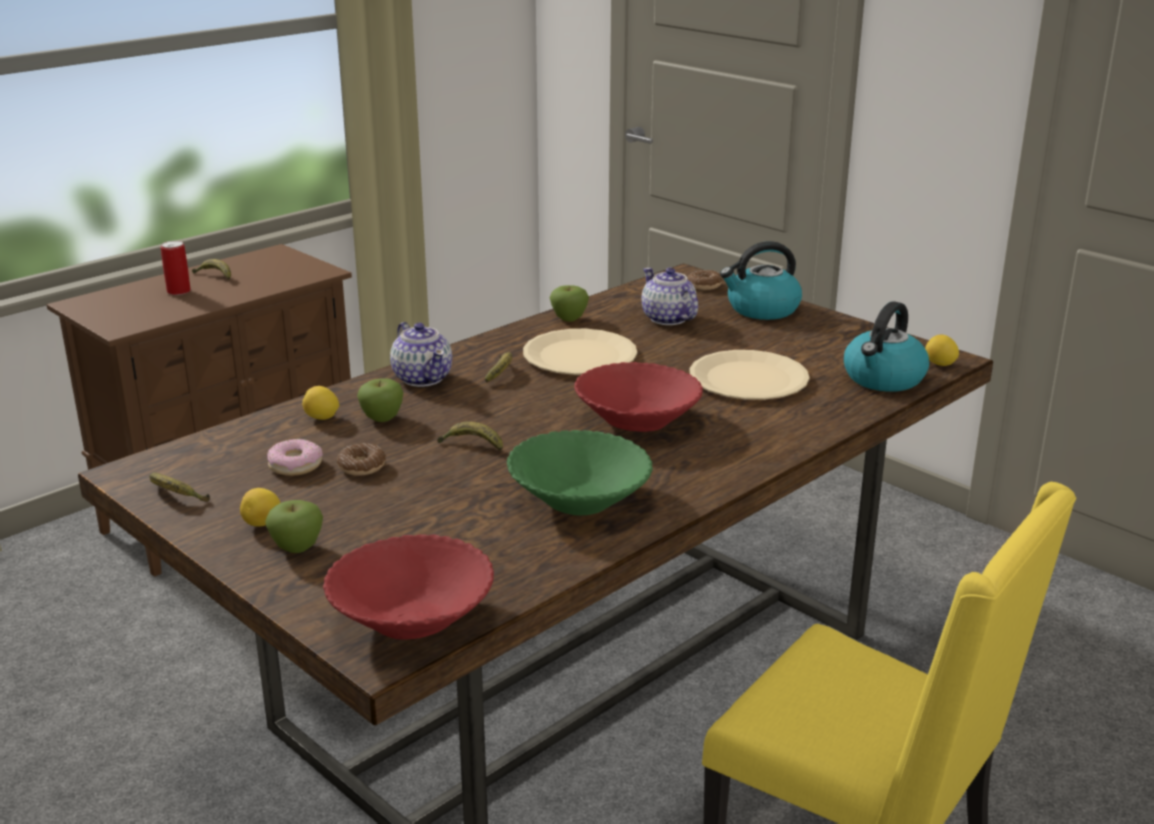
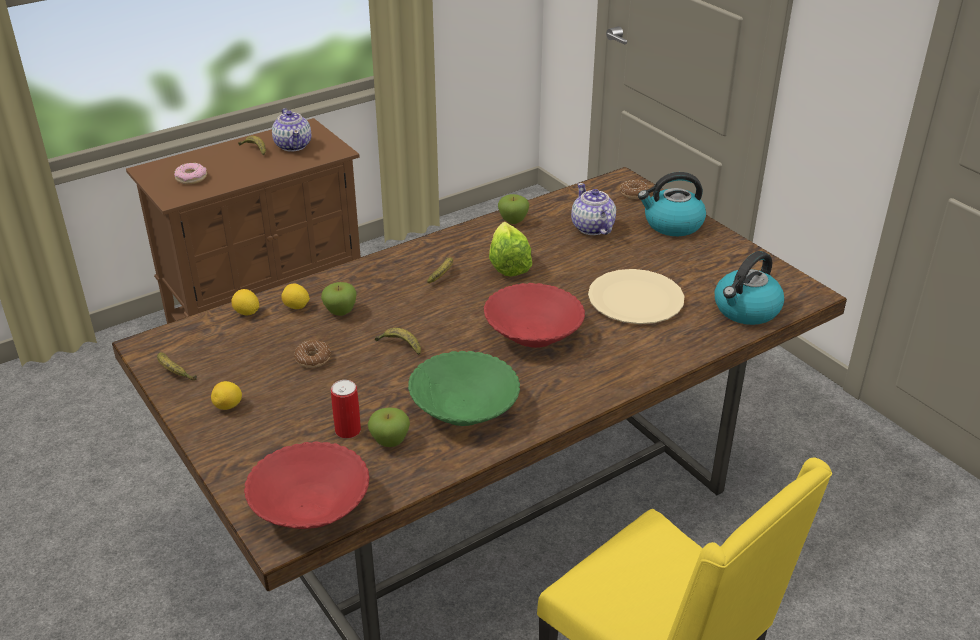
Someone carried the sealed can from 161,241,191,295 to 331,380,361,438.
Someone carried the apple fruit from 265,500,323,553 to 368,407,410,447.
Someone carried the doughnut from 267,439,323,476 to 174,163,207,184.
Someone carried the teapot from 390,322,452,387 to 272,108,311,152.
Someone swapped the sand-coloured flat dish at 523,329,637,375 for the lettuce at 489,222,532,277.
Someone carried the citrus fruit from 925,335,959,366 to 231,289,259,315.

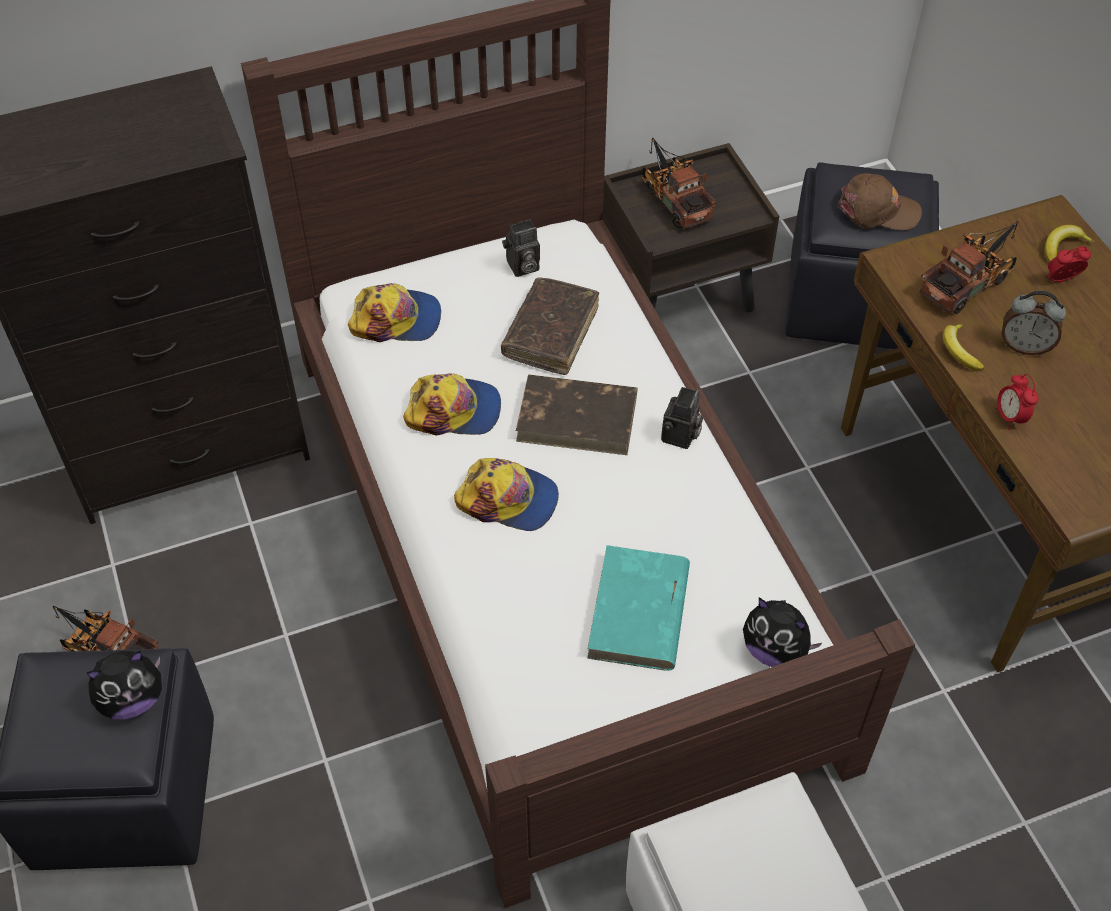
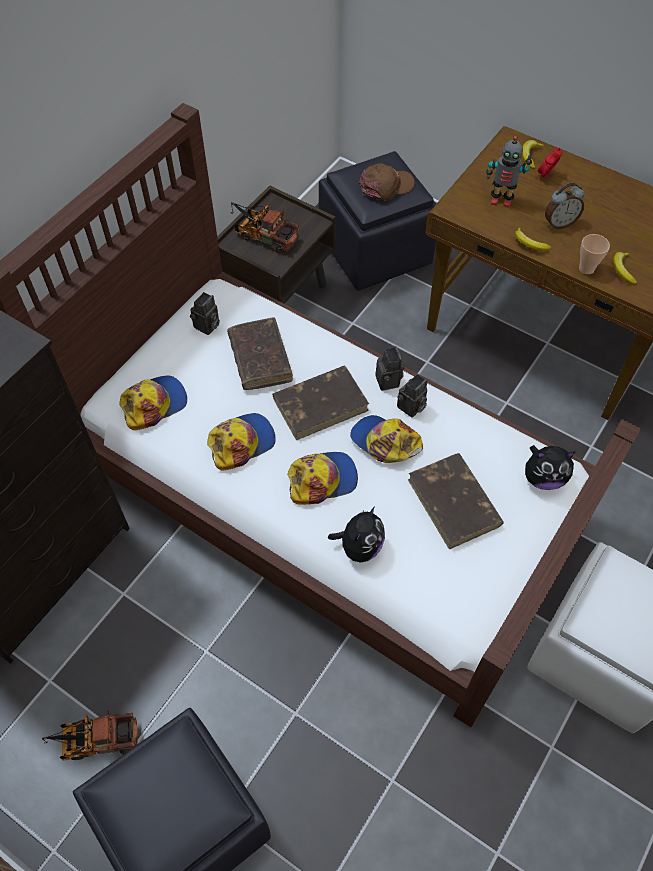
Someone carried the cuddly toy from 87,651,162,719 to 328,507,385,563.
Someone repainted the blue-green bound book at 587,545,690,671, which became the brownish bound book at 408,453,504,550.
Someone swapped the toy lorry at 919,221,1018,314 for the robot figure at 486,136,532,208.
Someone swapped the alarm clock at 995,374,1039,430 for the drinking cup at 579,234,610,274.
Someone put down the peaked cap at 350,415,423,463.
Someone put down the photo camera at 397,374,427,417.
Someone put down the banana fruit at 613,252,637,285.

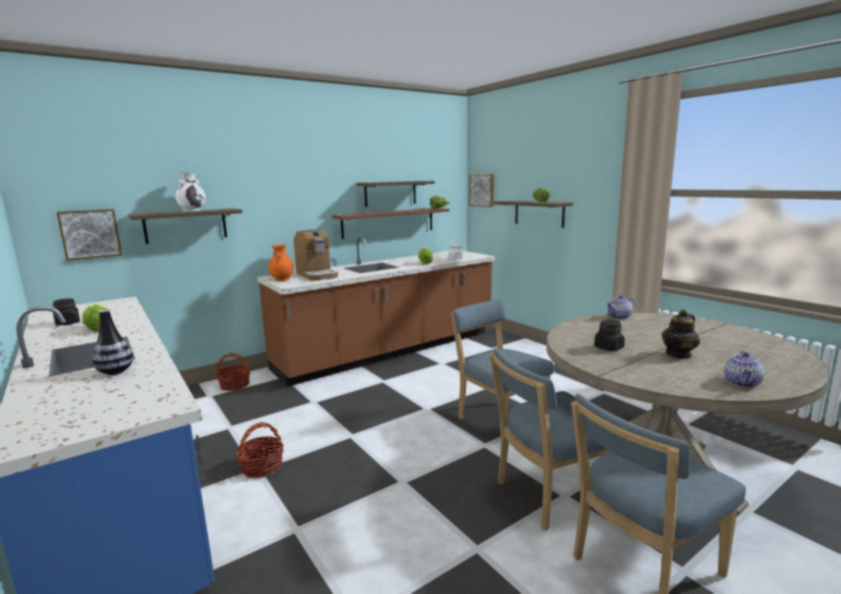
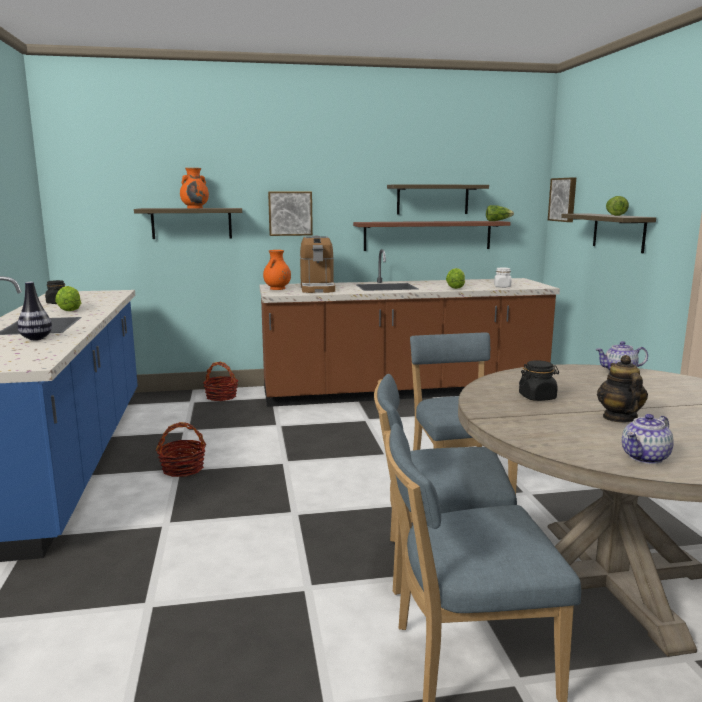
Someone carried the wall picture from 57,209,122,261 to 268,192,313,236.
Someone repainted the whitish decorative vase at 176,172,206,212, which became the orange-coloured decorative vase at 180,168,209,208.
Someone rotated the teapot at 662,309,700,359 by 105 degrees clockwise.

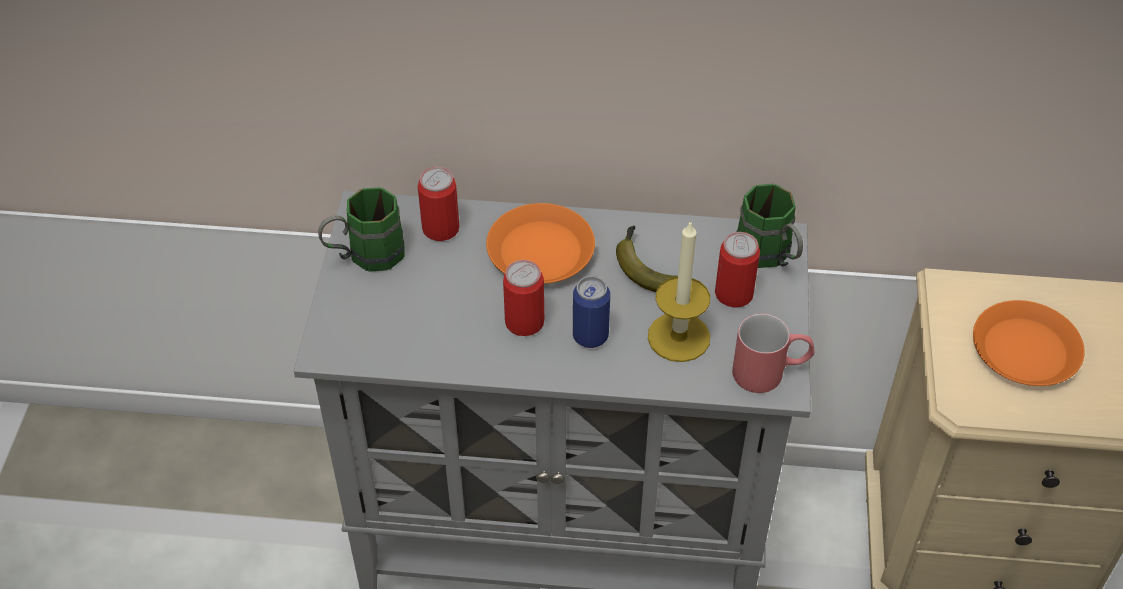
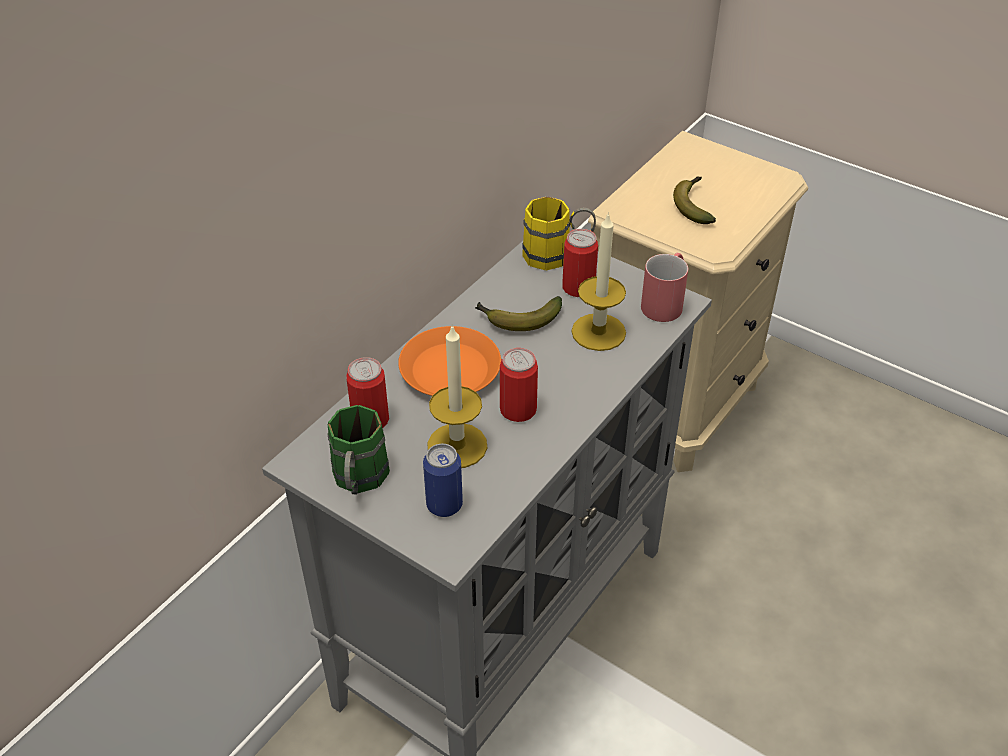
Someone carried the sealed can from 573,276,610,348 to 423,444,463,517.
Someone repainted the green-coloured mug at 737,184,803,268, which became the yellowish mug at 522,197,596,270.
Someone swapped the orange-coloured flat dish at 973,300,1085,386 for the banana fruit at 673,176,716,224.
Someone put down the wax light at 427,325,487,468.

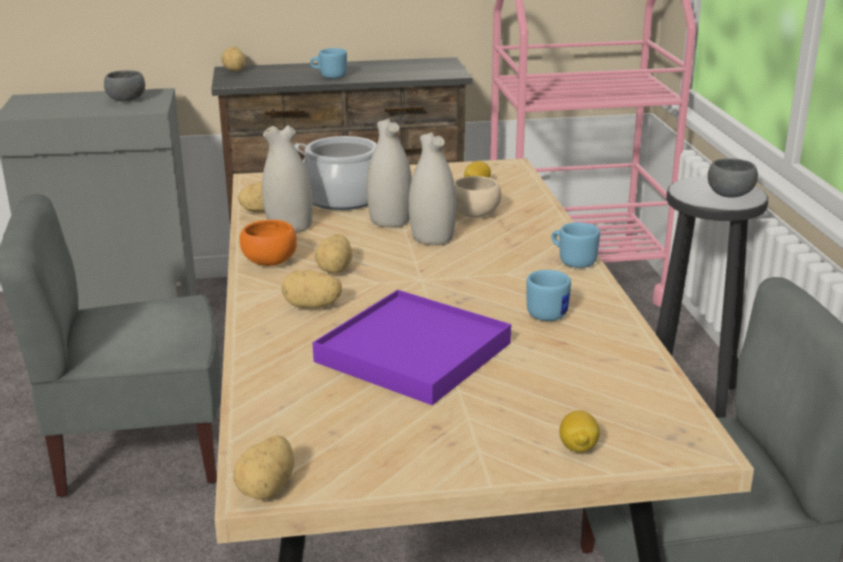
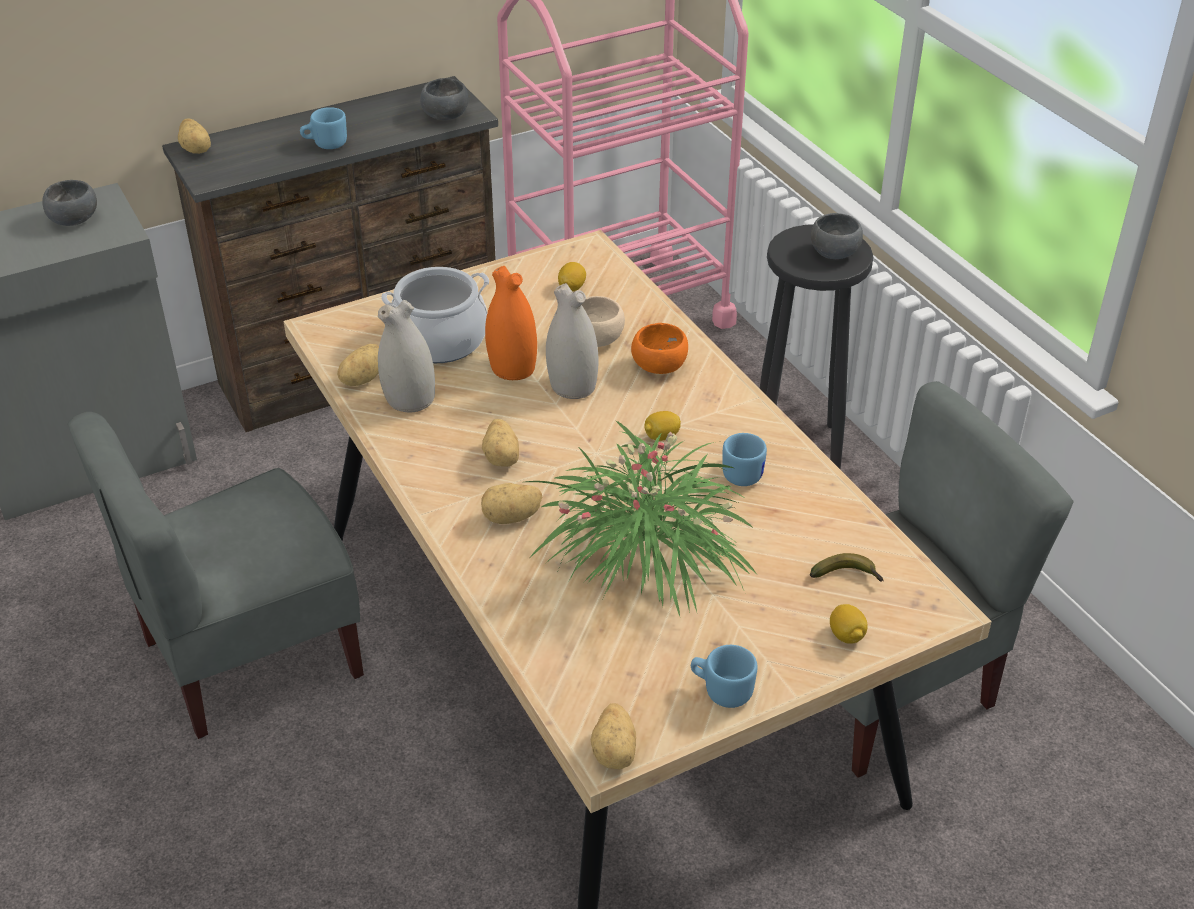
Someone carried the orange-coloured deep dish from 240,220,297,266 to 631,323,688,374.
Someone swapped the purple-coloured carrying tray at 313,290,511,405 for the potted plant at 526,420,757,616.
Someone repainted the whitish decorative vase at 366,119,412,228, which became the orange-coloured decorative vase at 485,266,537,380.
Someone carried the blue-coloured mug from 552,222,600,268 to 691,645,758,708.
Someone put down the gray deep dish at 420,78,469,120.
Someone put down the citrus fruit at 644,411,681,441.
Someone put down the banana fruit at 810,553,884,582.

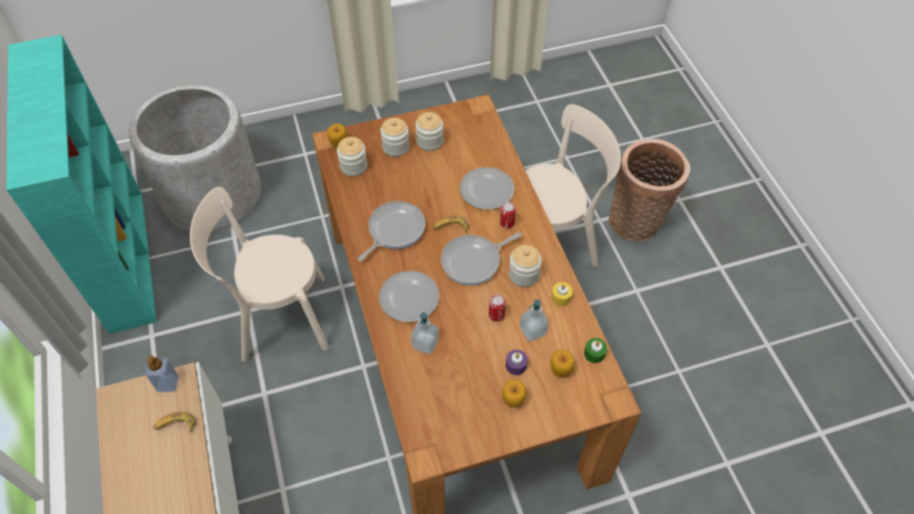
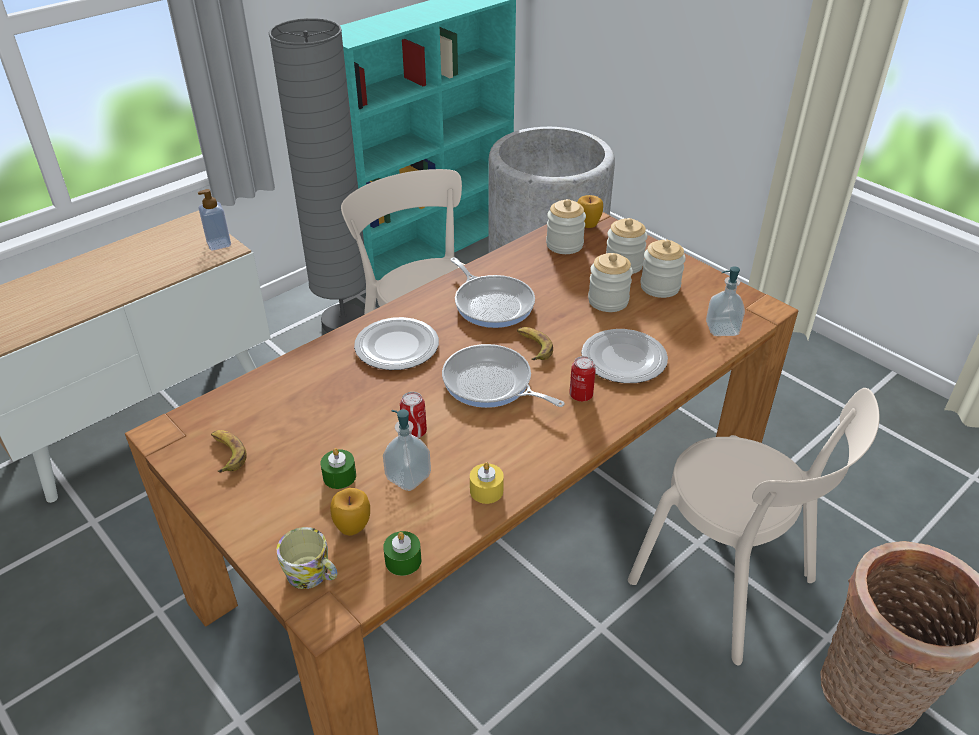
Someone carried the banana fruit from 153,412,196,432 to 211,430,247,473.
Someone rotated the pan at 358,201,426,261 by 45 degrees clockwise.
Someone carried the soap dispenser from 411,313,439,354 to 706,266,745,336.
Someone took away the apple fruit at 502,380,527,407.
Someone repainted the purple-coloured wax light at 506,350,528,375, which became the green-coloured wax light at 321,448,356,489.
Someone carried the storage jar from 509,245,542,287 to 588,253,633,312.
Someone put down the gray standard lamp at 269,18,366,333.
Someone put down the mug at 277,527,338,589.

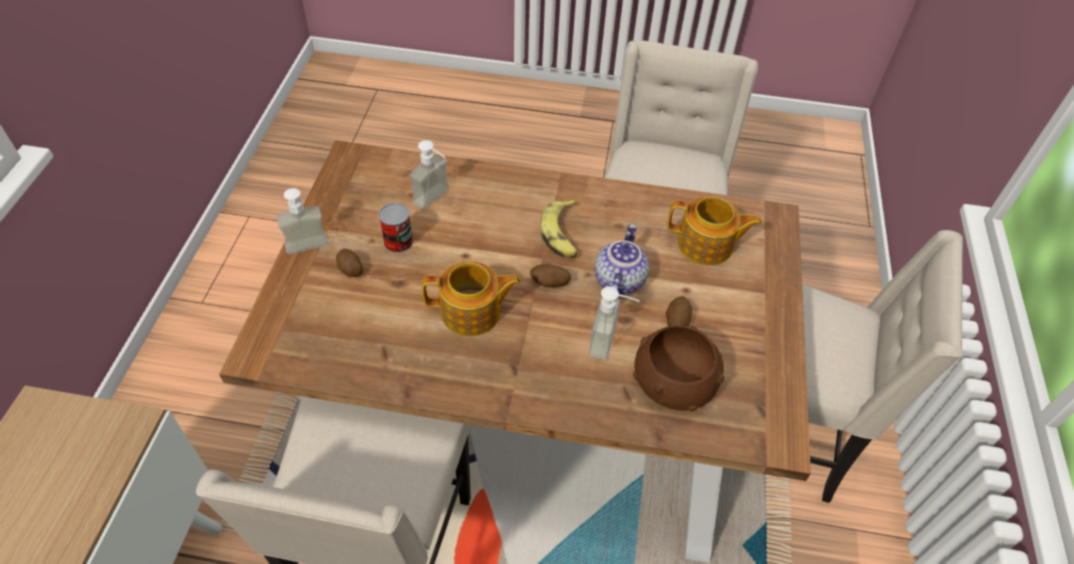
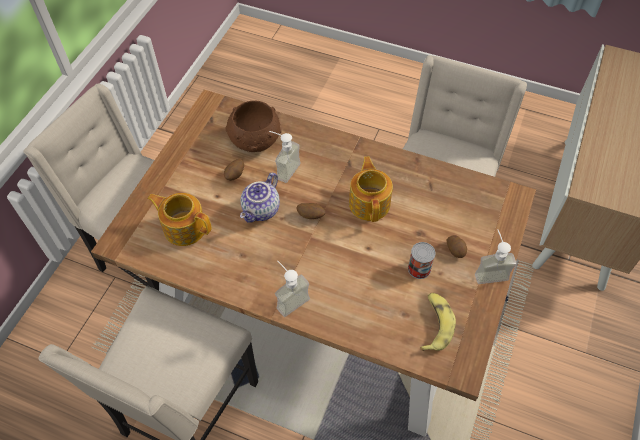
Someone carried the soap dispenser from 409,140,449,210 to 275,260,310,317.
Someone rotated the teapot at 422,261,521,336 by 75 degrees clockwise.
Someone carried the banana fruit from 541,200,578,258 to 420,293,456,351.

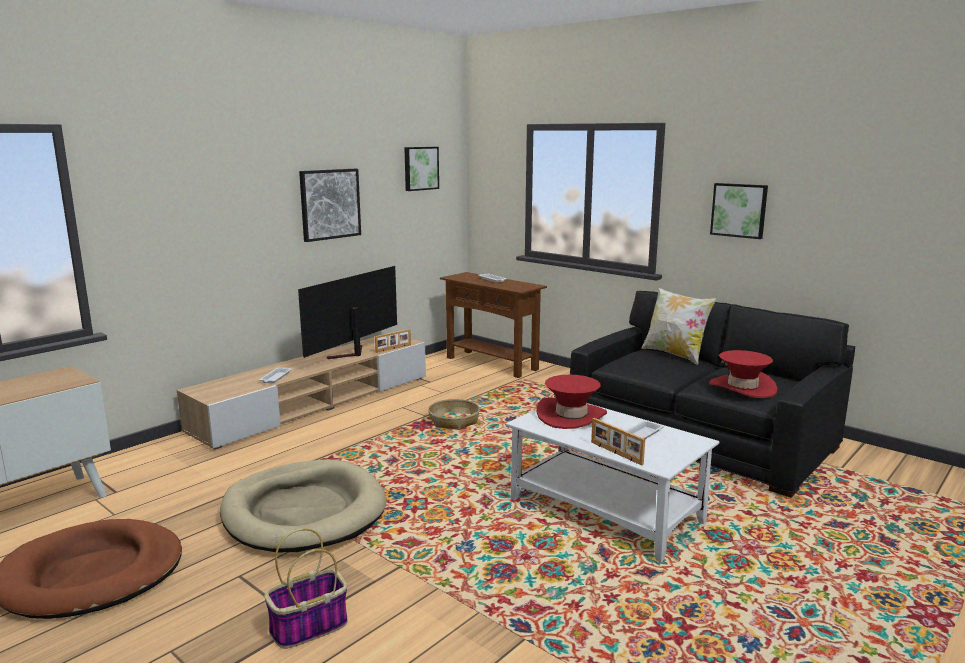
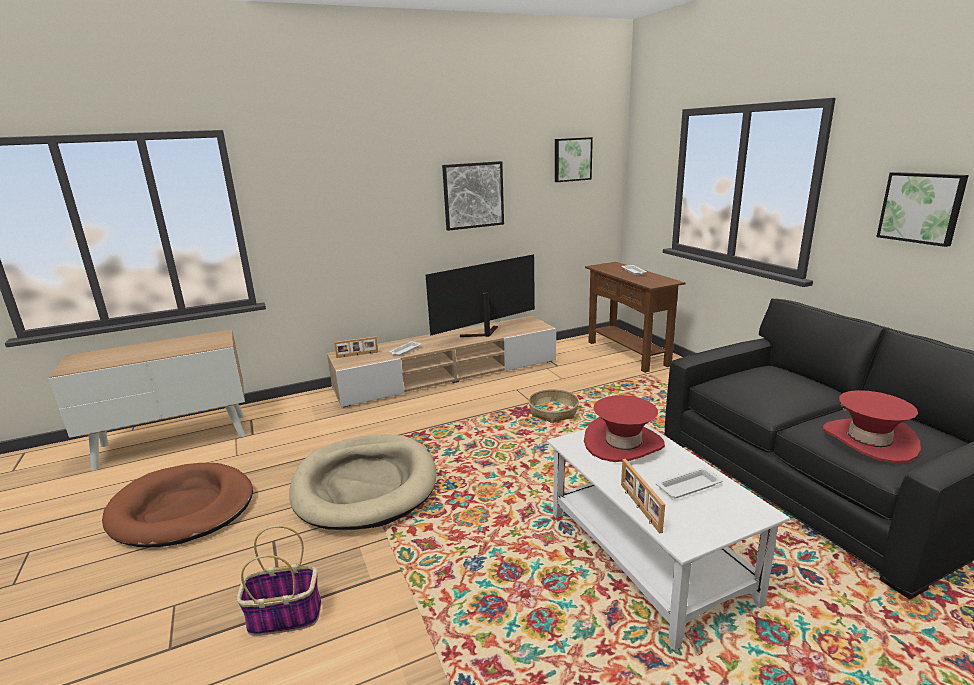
Someone carried the picture frame from 375,329,411,353 to 334,337,378,358.
Someone took away the cushion at 641,288,717,365.

